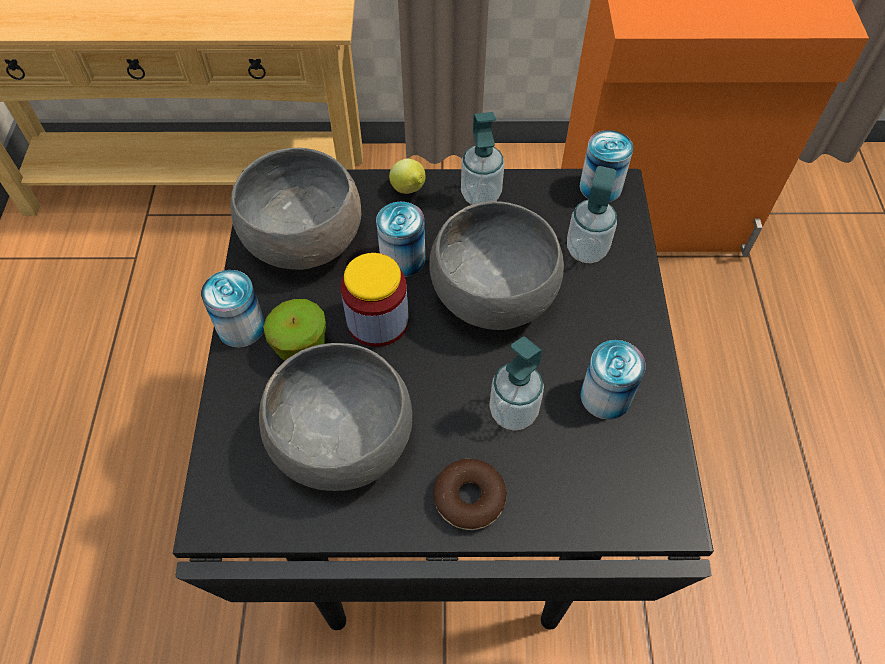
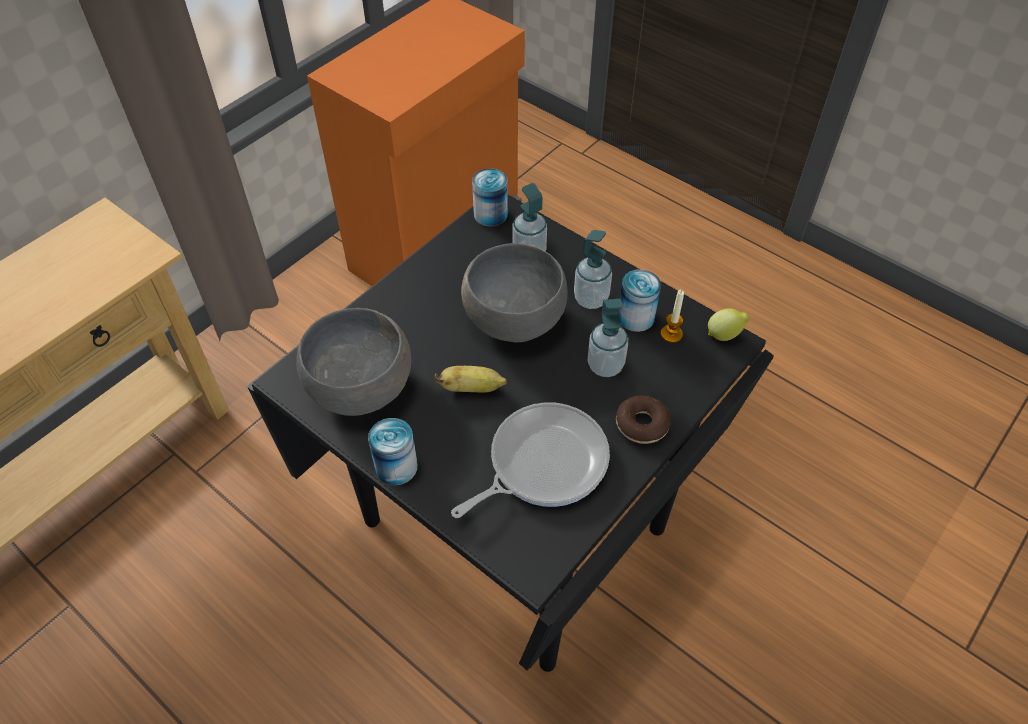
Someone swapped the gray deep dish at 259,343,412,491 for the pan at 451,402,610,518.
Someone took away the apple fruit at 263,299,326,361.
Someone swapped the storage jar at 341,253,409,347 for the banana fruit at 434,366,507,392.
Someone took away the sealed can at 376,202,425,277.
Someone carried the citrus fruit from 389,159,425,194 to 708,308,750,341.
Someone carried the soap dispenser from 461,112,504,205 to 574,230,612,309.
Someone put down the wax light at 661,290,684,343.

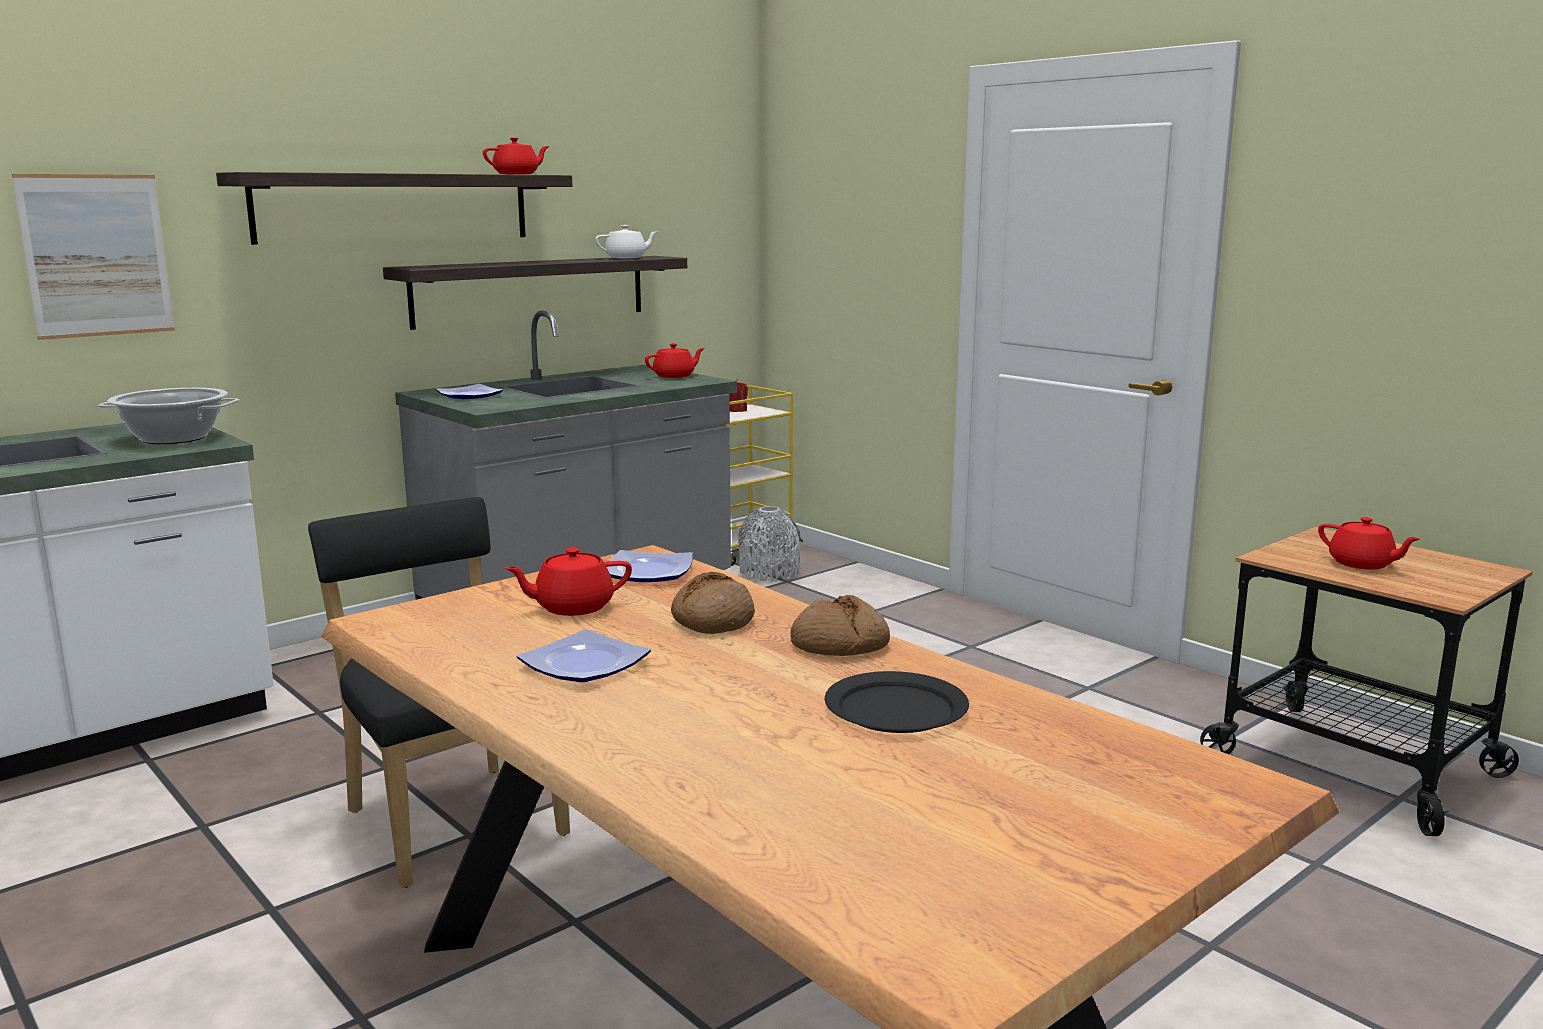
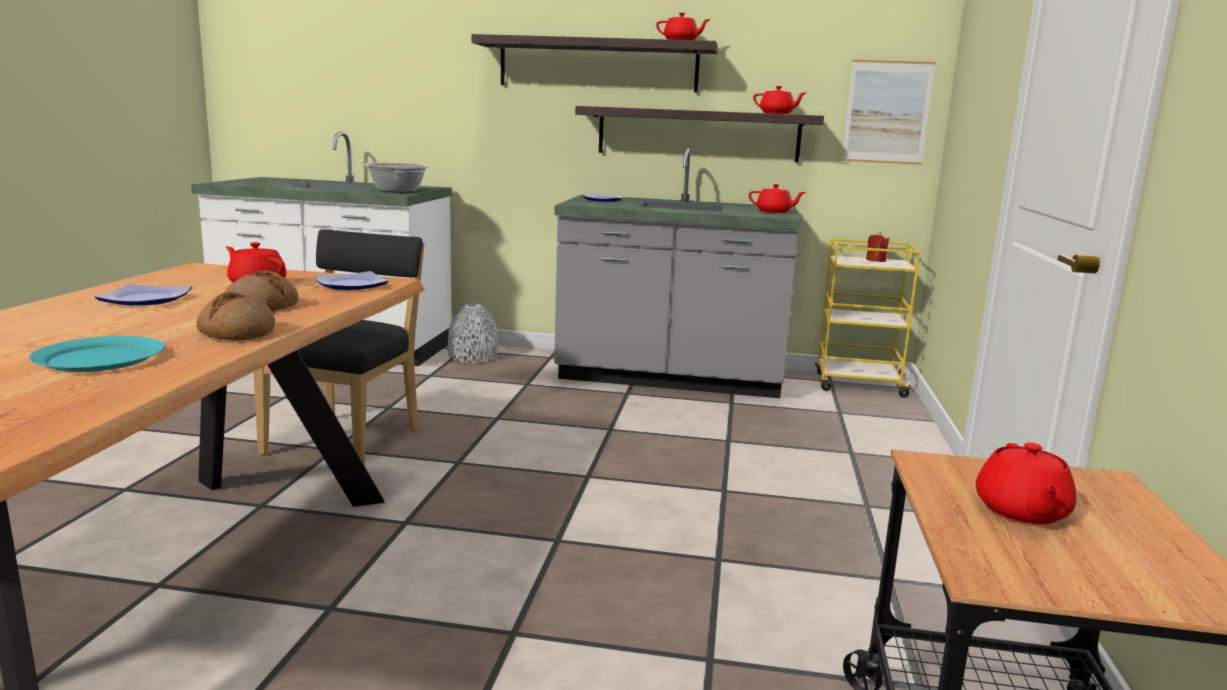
Someone carried the wall picture from 12,174,175,340 to 842,60,935,165.
Someone repainted the whitish teapot at 595,225,659,258, which became the red teapot at 753,86,806,114.
Someone carried the gray decorative vase from 738,506,800,581 to 448,304,498,363.
Someone repainted the blackish flat dish at 825,671,969,733, which became the blue-green flat dish at 29,336,165,372.

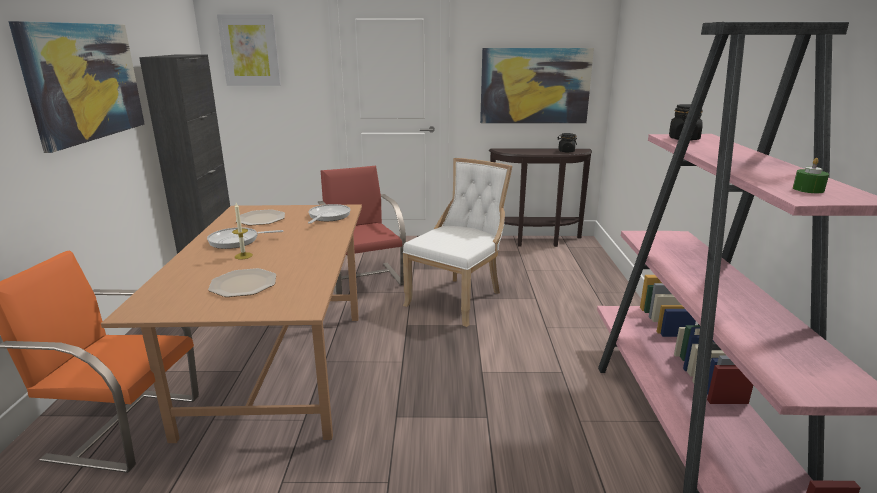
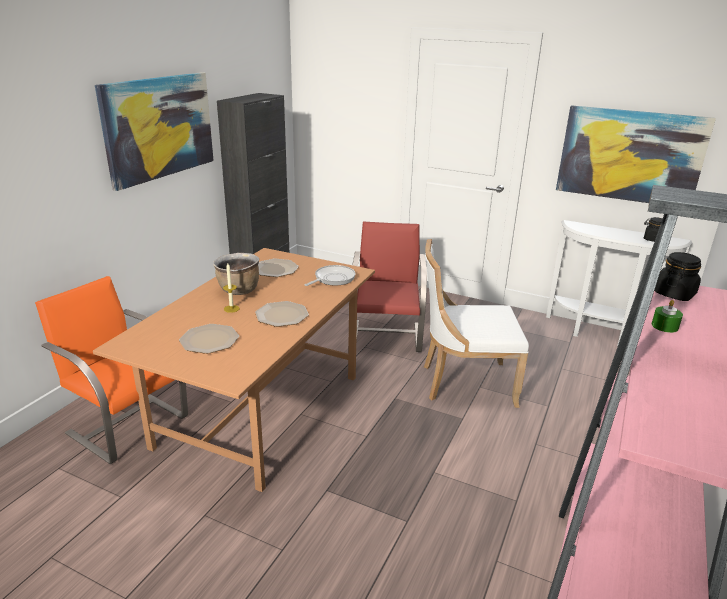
Someone swapped the pan at 207,227,283,249 for the brownish saucepot at 213,253,259,295.
Someone took away the wall picture at 217,14,281,86.
Someone rotated the whitish chair at 403,158,512,327 by 150 degrees counterclockwise.
Someone repainted the brownish narrow table at 489,149,592,247, which became the whitish narrow table at 546,220,693,346.
Someone carried the green-coloured wax light from 793,158,829,193 to 652,300,683,333.
Someone put down the flat dish at 255,301,309,327.

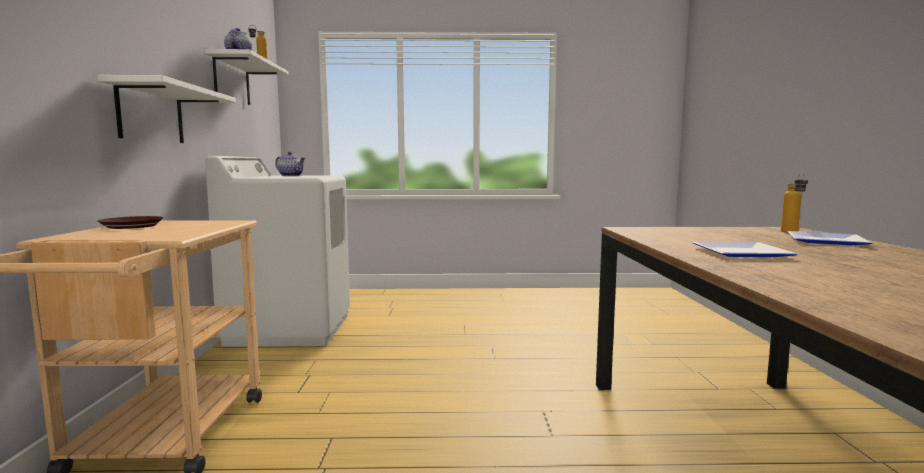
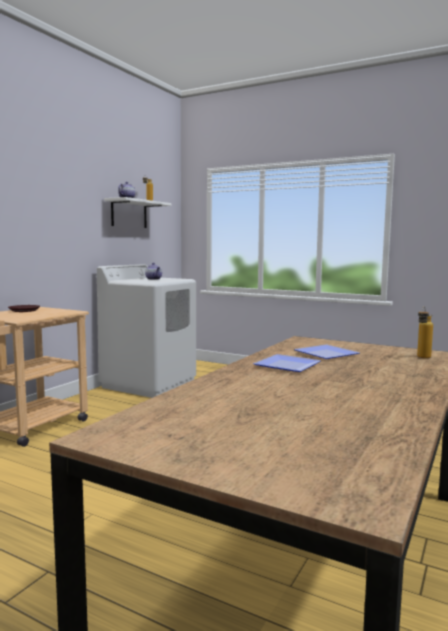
Someone took away the whitish bracket shelf at 98,75,236,143.
Someone carried the flat dish from 787,231,872,245 to 294,345,359,359.

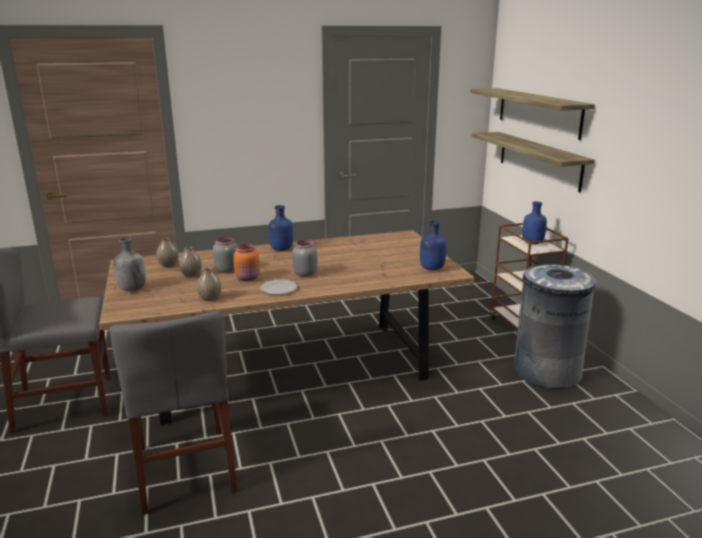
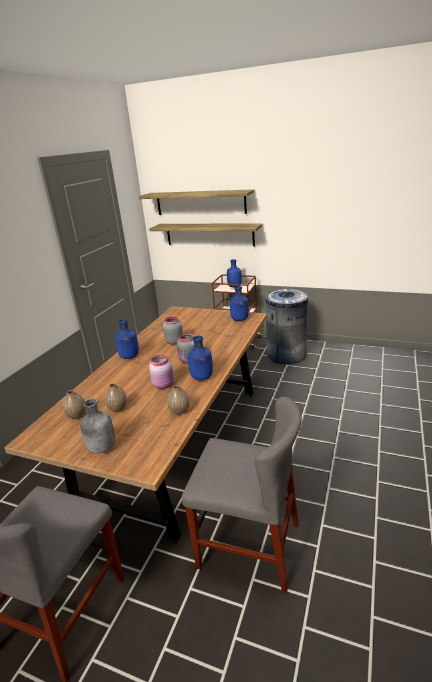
Someone carried the gray storage jar from 213,237,237,273 to 163,317,183,345.
Someone repainted the orange-coloured storage jar at 233,244,260,281, which became the pink-coloured storage jar at 149,355,174,389.
Someone swapped the flat dish at 260,280,297,295 for the blue-coloured beverage bottle at 188,336,213,380.

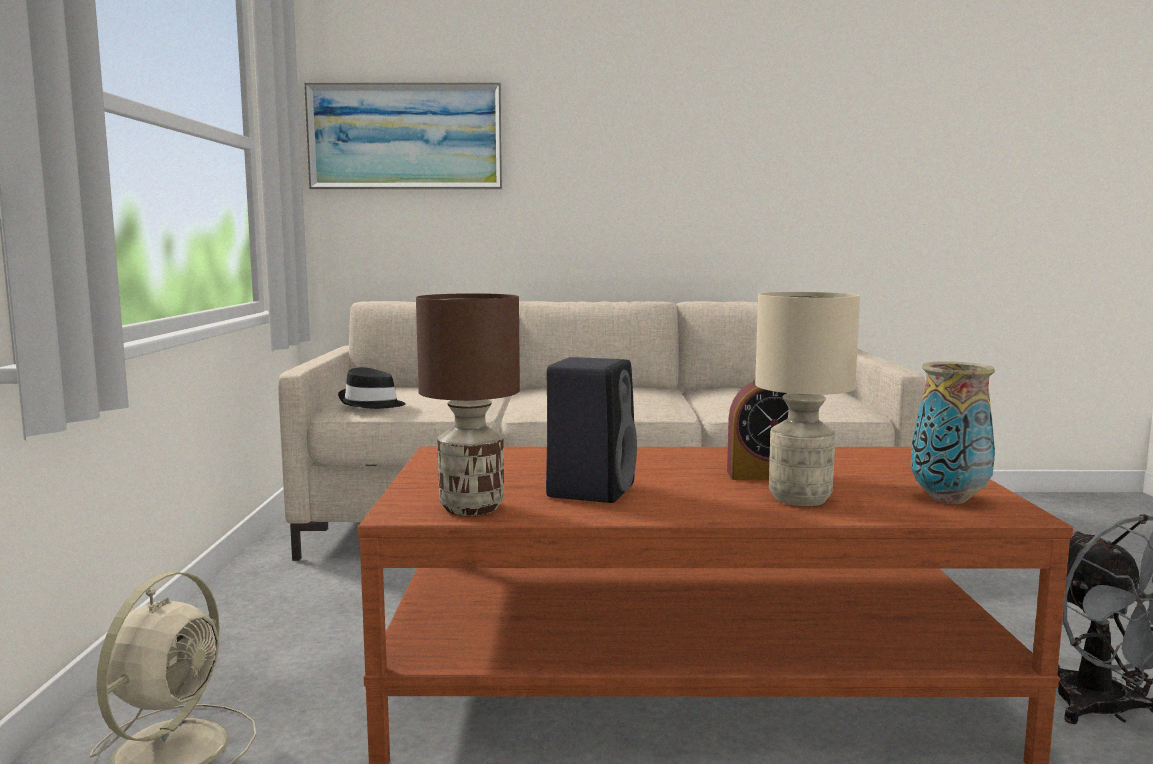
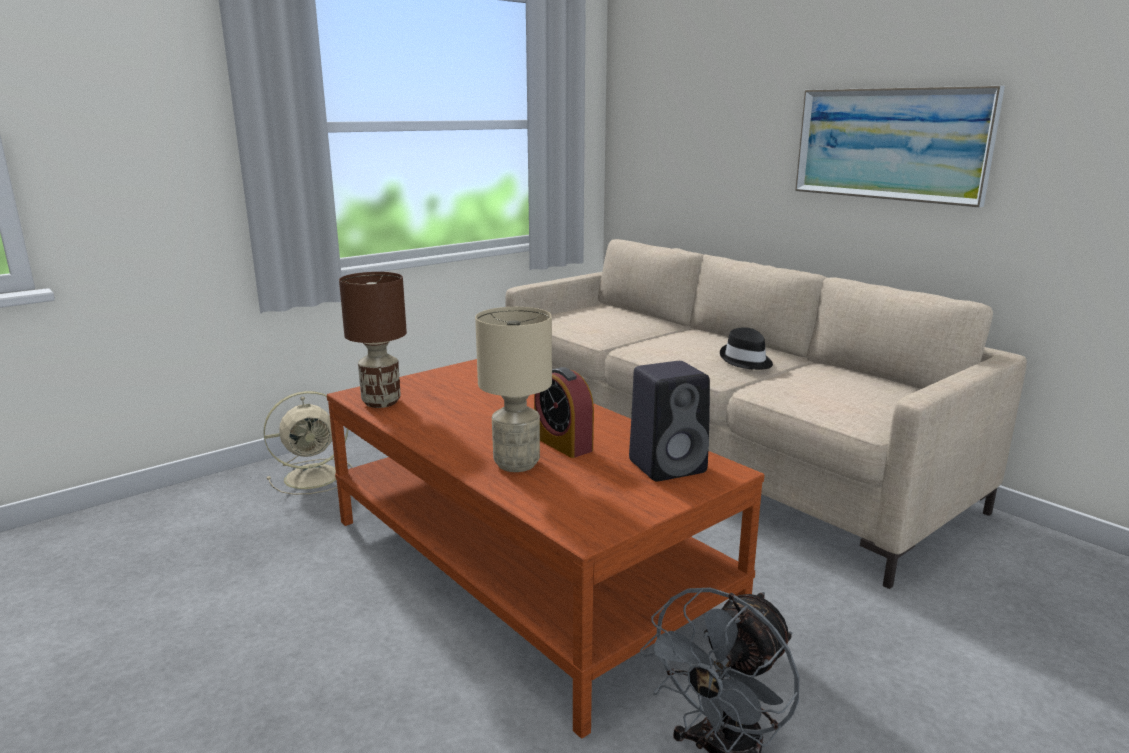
Someone carried the wall picture from 304,82,503,190 to 795,86,1005,207.
Someone carried the blackish hat from 338,367,406,409 to 720,327,773,370.
Someone carried the blackish audio speaker from 546,357,637,503 to 629,361,710,481.
Someone took away the decorative vase at 911,361,995,504.

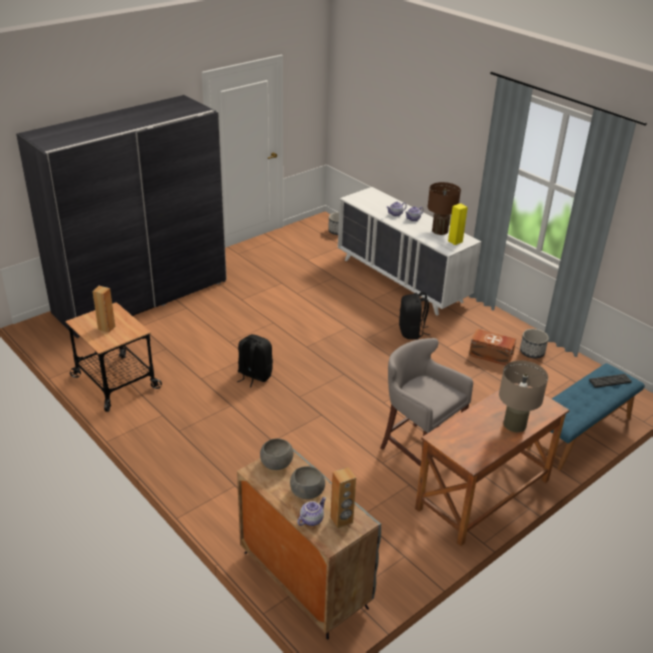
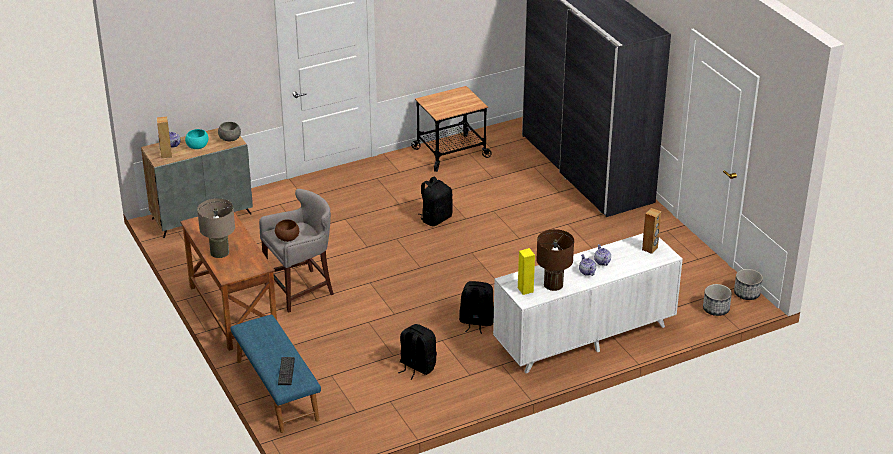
Someone carried the brownish audio speaker from 93,286,115,333 to 642,208,661,254.
Someone repainted the gray deep dish at 290,466,325,499, which became the blue-green deep dish at 185,129,208,149.
Someone swapped the brownish storage box at 469,329,516,365 for the blackish rucksack at 398,324,437,380.
Someone carried the planter from 520,329,549,358 to 734,269,763,300.
Someone put down the brownish deep dish at 275,219,299,242.

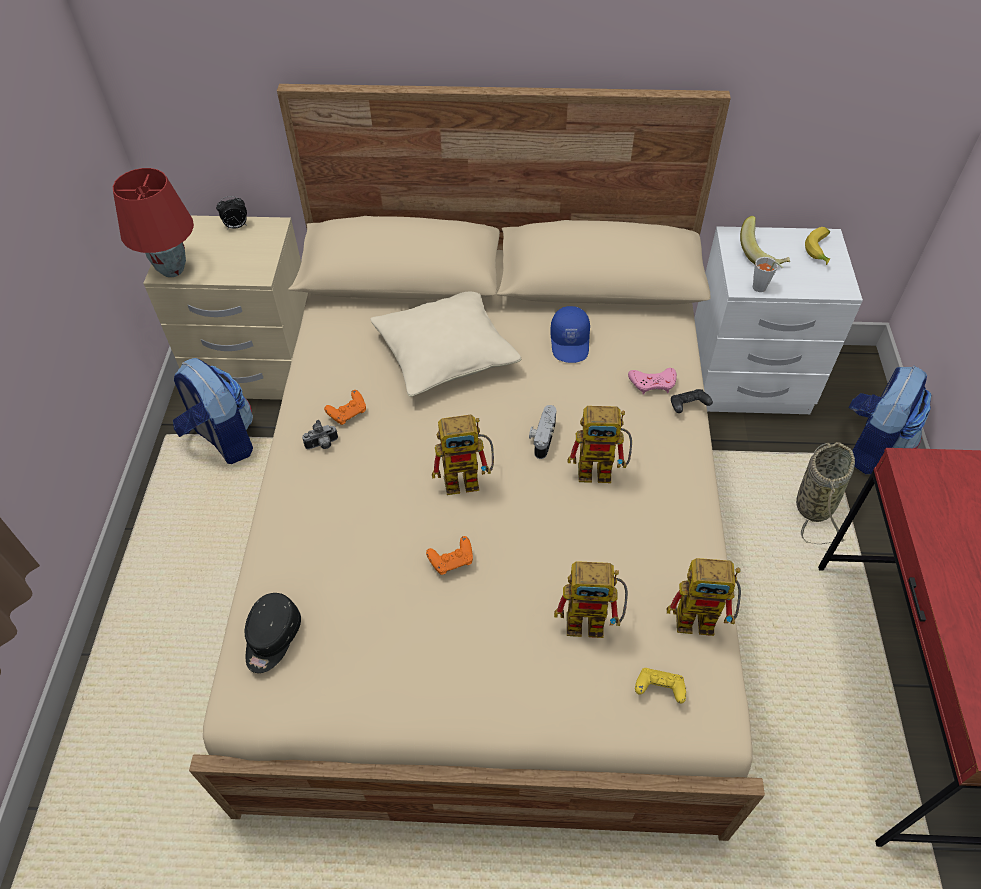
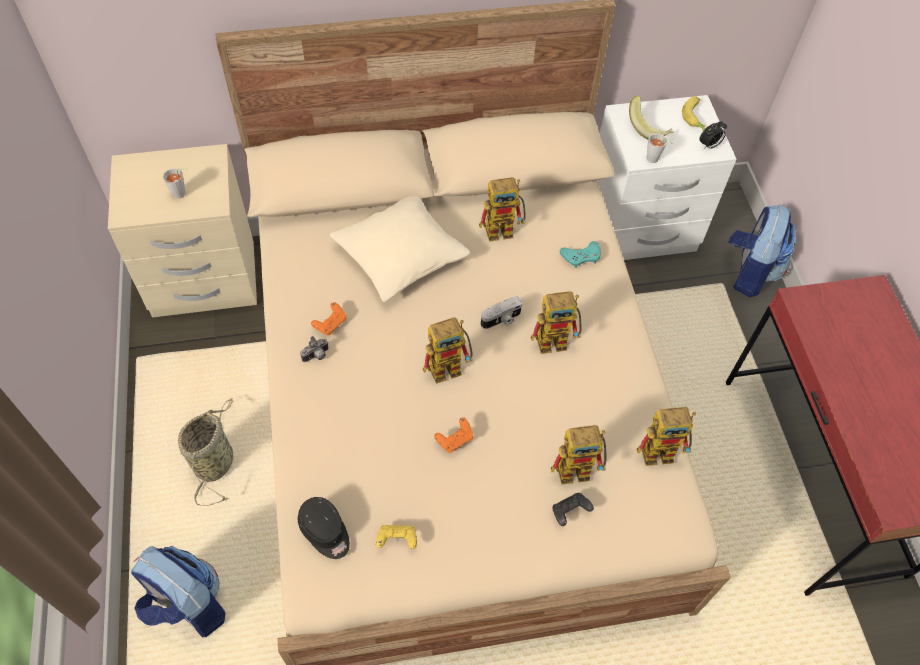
Someone took away the red lamp for a table at 113,168,194,277.
Someone carried the rucksack from 173,358,253,464 to 131,546,225,637.
Someone carried the alarm clock from 216,196,247,229 to 699,120,727,149.
Someone rotated the blackish peaked cap at 245,593,301,673 by 45 degrees counterclockwise.
Someone rotated the photo camera at 529,405,556,459 by 120 degrees counterclockwise.
Someone swapped the blue-coloured peaked cap at 550,306,590,363 for the robot figure at 479,177,526,242.
Someone repainted the pink-coloured joypad at 628,368,677,395, which became the blue-green joypad at 560,241,601,268.
Someone carried the yellowish joypad from 635,668,686,703 to 376,525,417,549.
Someone carried the blackish joypad from 671,389,713,413 to 552,493,594,526.
Someone carried the household basket from 796,442,855,544 to 178,398,233,506.
Someone put down the gray drinking cup at 163,168,188,199.

